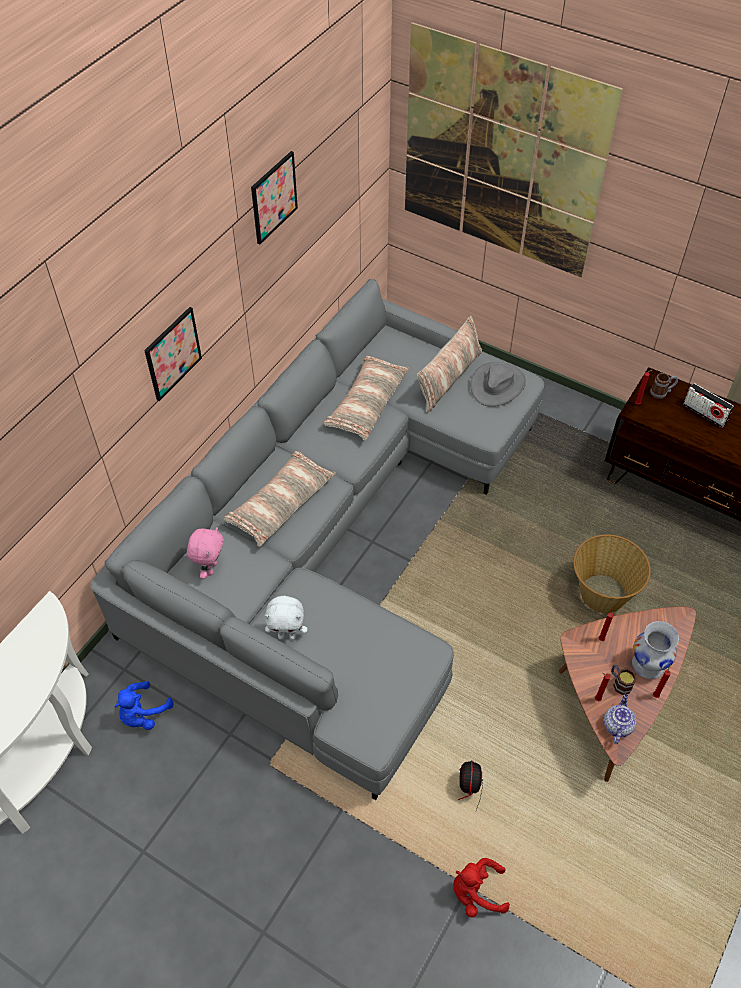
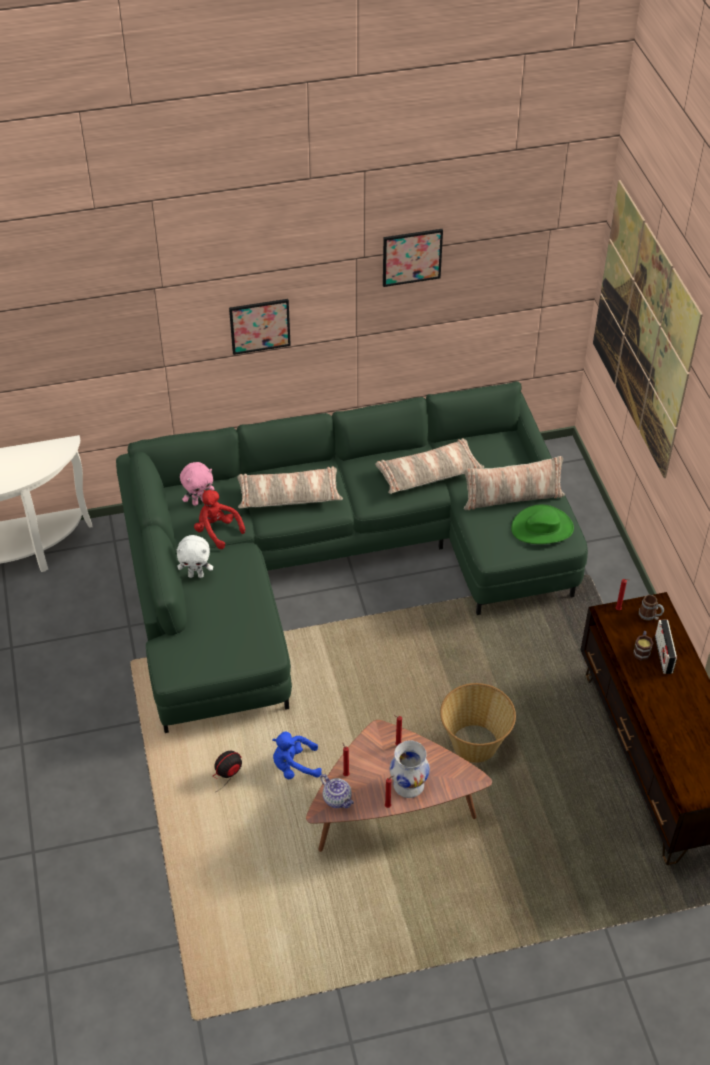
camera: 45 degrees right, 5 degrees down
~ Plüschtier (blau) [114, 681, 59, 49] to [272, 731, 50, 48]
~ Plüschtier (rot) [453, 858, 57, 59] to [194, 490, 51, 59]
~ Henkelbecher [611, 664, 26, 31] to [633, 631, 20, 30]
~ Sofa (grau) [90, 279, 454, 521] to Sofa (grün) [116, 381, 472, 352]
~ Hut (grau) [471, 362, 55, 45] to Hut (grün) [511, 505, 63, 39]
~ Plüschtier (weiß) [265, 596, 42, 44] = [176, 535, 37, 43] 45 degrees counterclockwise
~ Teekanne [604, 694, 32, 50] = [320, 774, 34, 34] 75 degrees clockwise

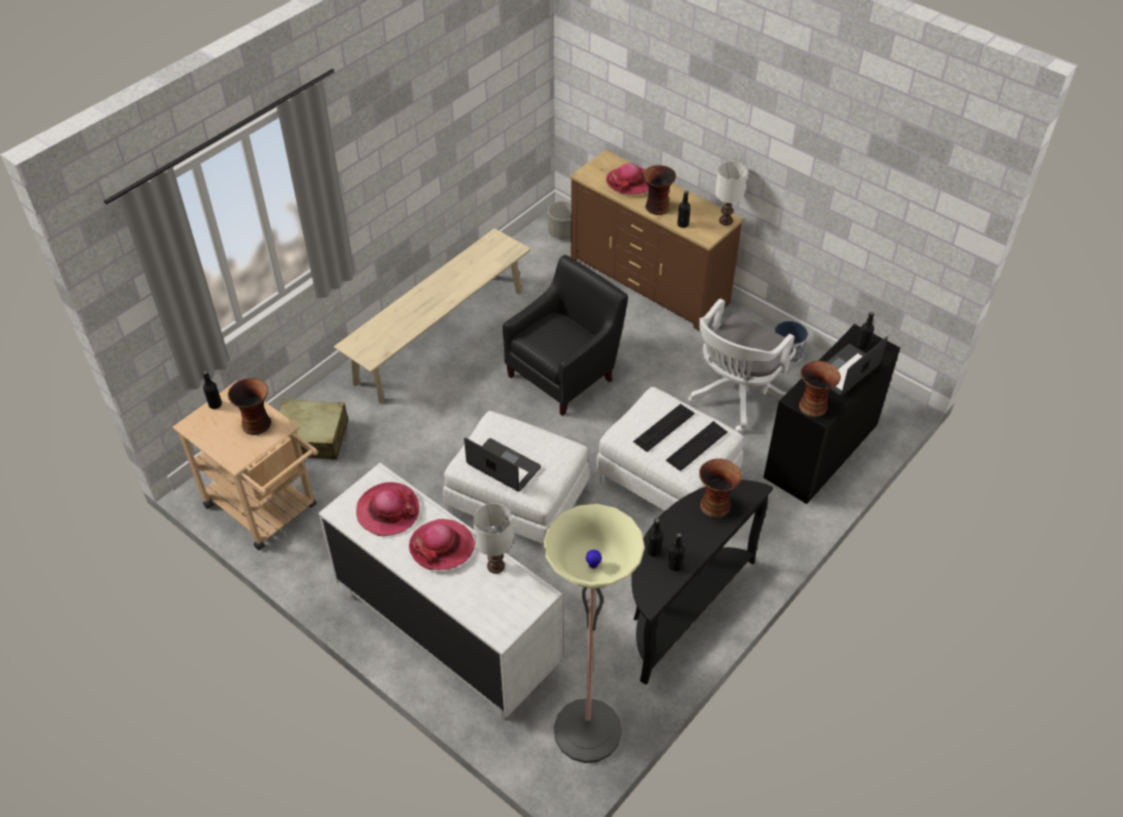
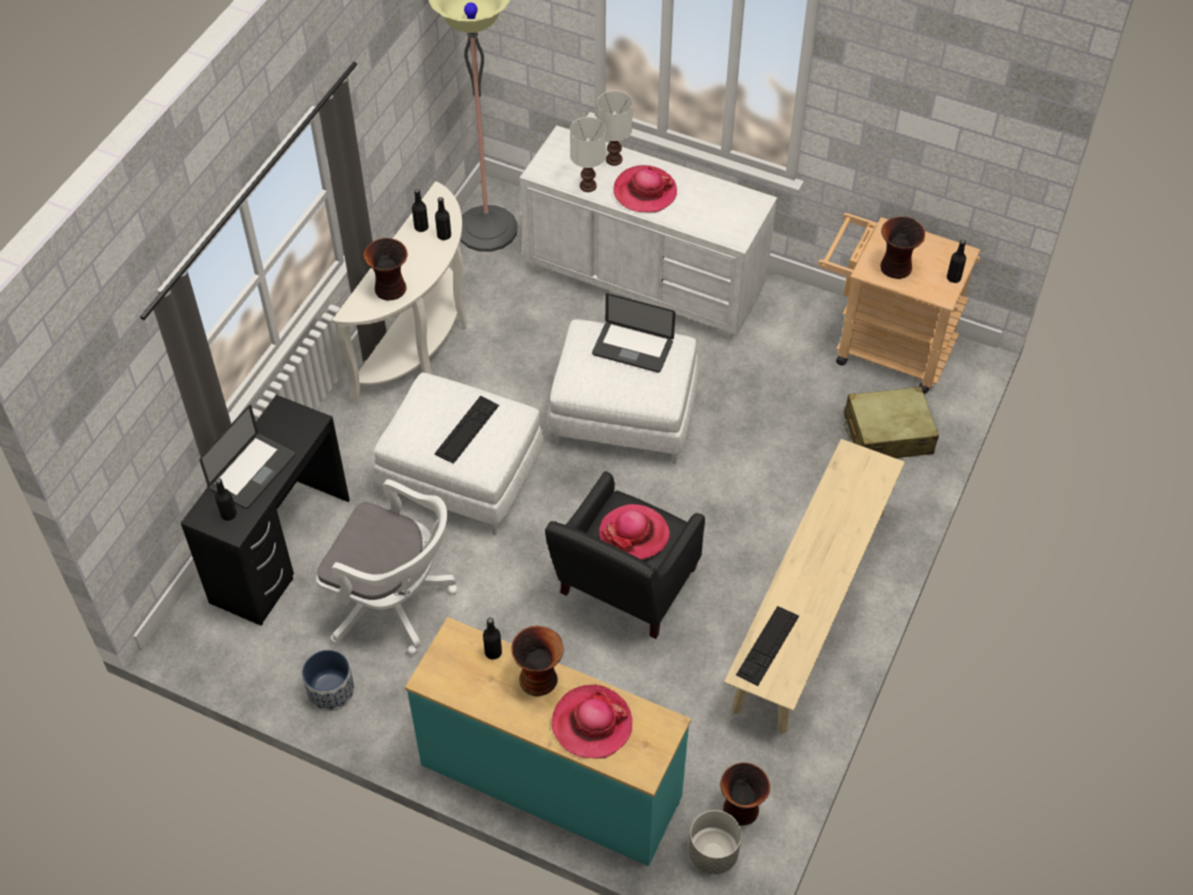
camera: 165 degrees right, 5 degrees up
~ Hut [356, 482, 64, 55] to [599, 504, 71, 55]
~ Tastatur [666, 421, 61, 50] to [736, 606, 63, 80]
~ Tischlampe (weiß) [715, 162, 32, 63] to [597, 91, 36, 75]
~ Vase [799, 361, 42, 56] to [720, 763, 50, 63]
~ Kommode (braun) [570, 150, 173, 181] to Kommode (türkis) [405, 617, 286, 249]
~ Konsolentisch (schwarz) [631, 480, 142, 205] to Konsolentisch (weiß) [332, 181, 135, 223]
~ Bürostuhl (weiß) [688, 298, 108, 135] = [316, 479, 142, 176] 90 degrees clockwise

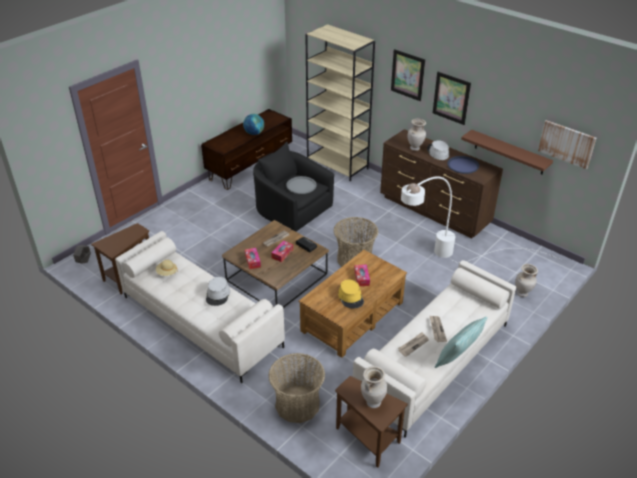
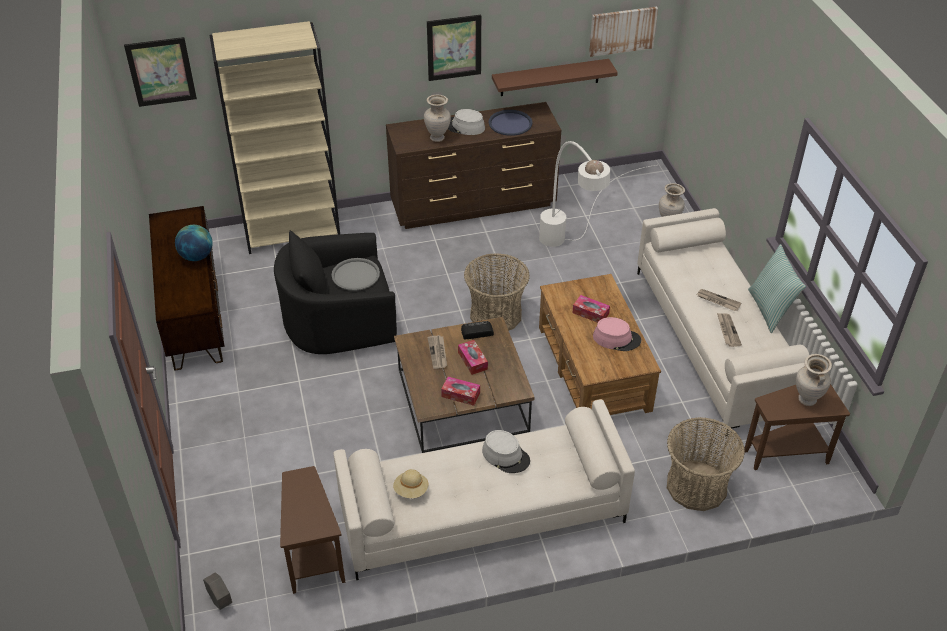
camera: 55 degrees left, 5 degrees up
~ Bild [391, 49, 34, 52] to [124, 37, 73, 70]
~ Hut (gelb) [338, 279, 26, 30] to Hut (rosa) [593, 317, 48, 34]

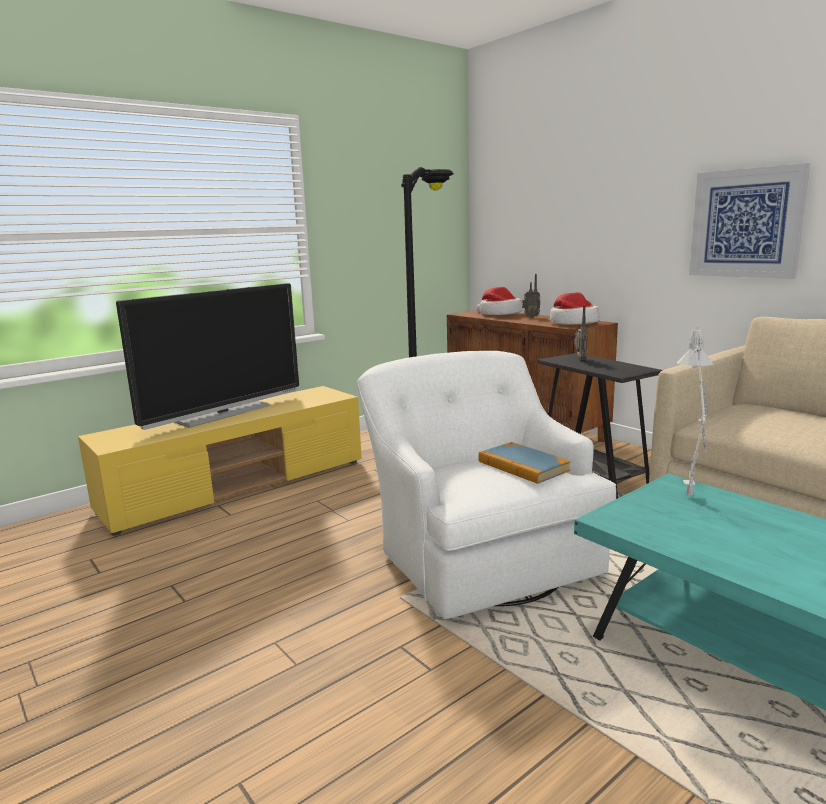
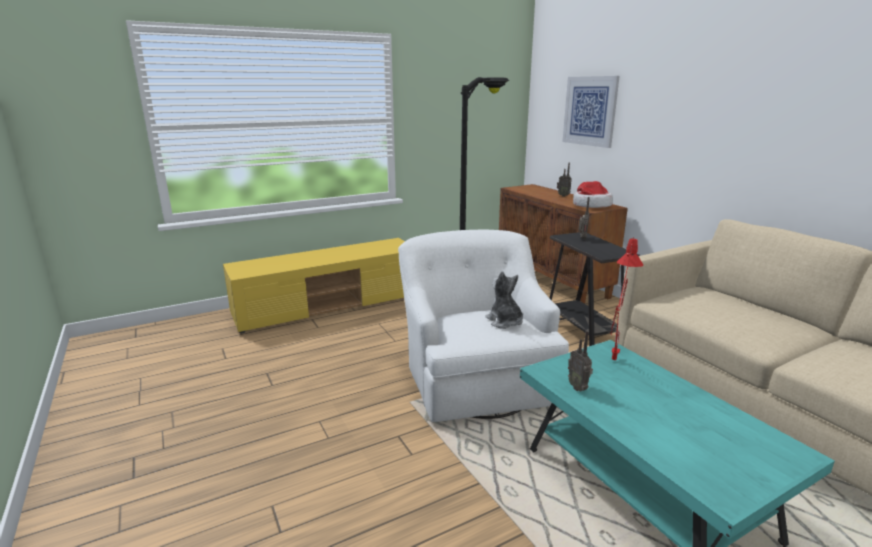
camera: 10 degrees right, 5 degrees up
- Fernseher [116, 283, 183, 147]
- Hut [477, 287, 46, 28]
+ Radio [568, 331, 25, 61]
~ Bild [689, 163, 122, 116] to [562, 76, 58, 72]
~ Buch [478, 442, 93, 42] to Plüschtier [486, 271, 37, 58]
~ Tischlampe (grau) [676, 327, 37, 169] to Tischlampe (rot) [610, 238, 33, 122]

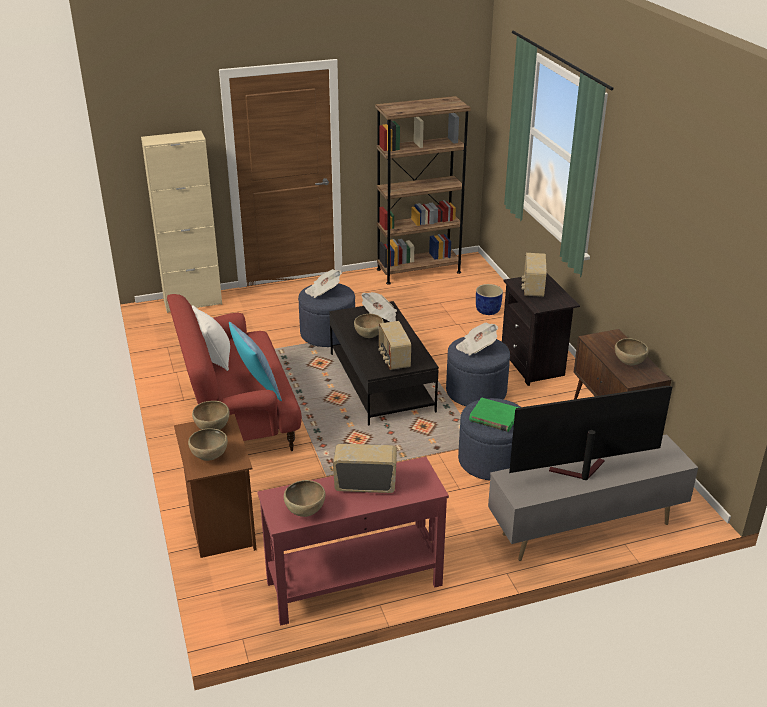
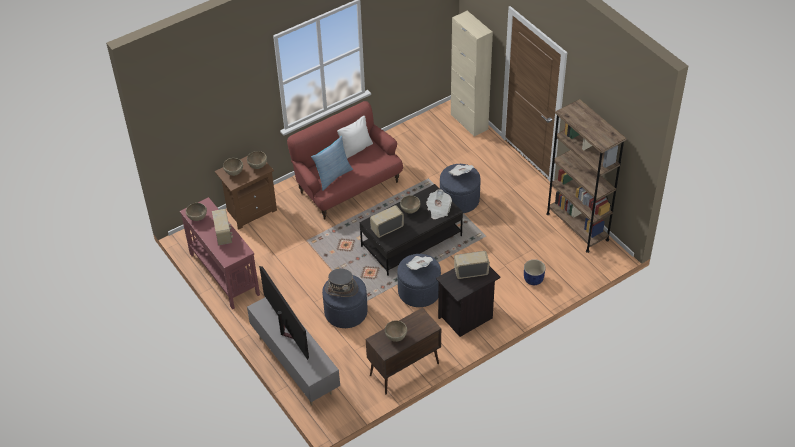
camera: 75 degrees right, 15 degrees up
~ Buch (grün) [469, 398, 50, 34] to Hut (grau) [325, 269, 33, 28]

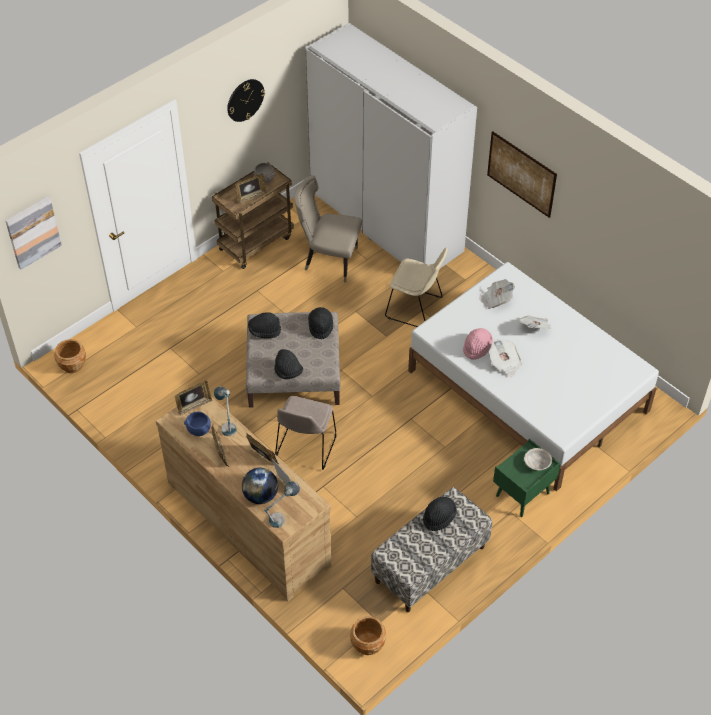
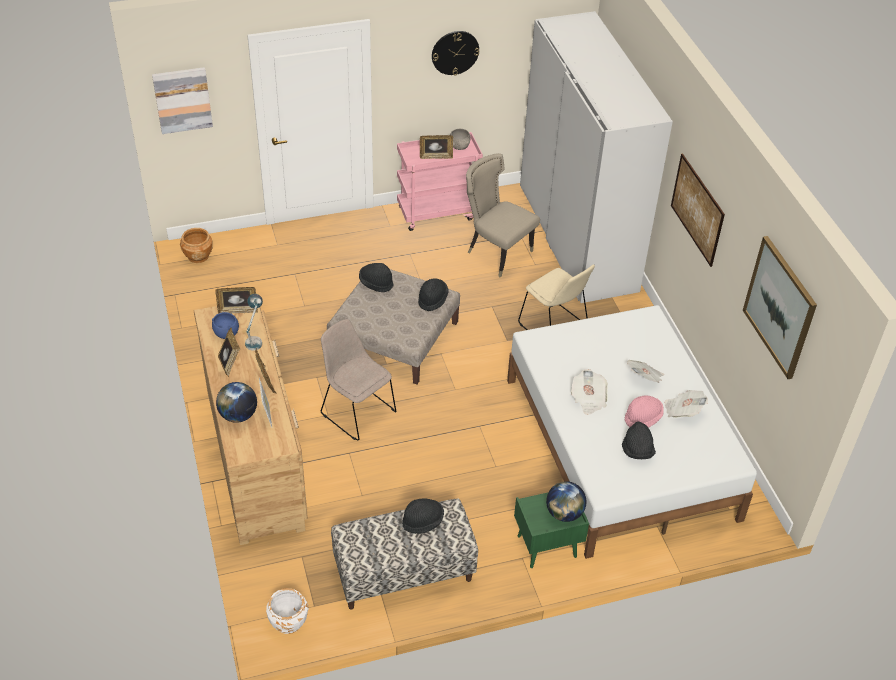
camera: 25 degrees right, 5 degrees down
- Tischlampe [264, 481, 36, 47]
+ Bild [743, 236, 74, 143]
~ Hut (schwarz) [275, 349, 28, 30] to [622, 421, 34, 38]
~ Hut (rosa) [463, 328, 30, 32] to [624, 395, 40, 33]
~ Zeitung [479, 279, 36, 30] to [664, 390, 44, 28]
~ Schüssel (beige) [524, 448, 28, 22] to Globus [546, 481, 40, 41]
~ Rollwagen (braun) [212, 162, 82, 107] to Rollwagen (rosa) [397, 132, 86, 99]
~ Pflanzkübel (braun) [350, 616, 36, 39] to Pflanzkübel (weiß) [266, 588, 43, 46]
~ Stuhl (beige) [275, 396, 61, 74] = [321, 319, 75, 121] 90 degrees clockwise

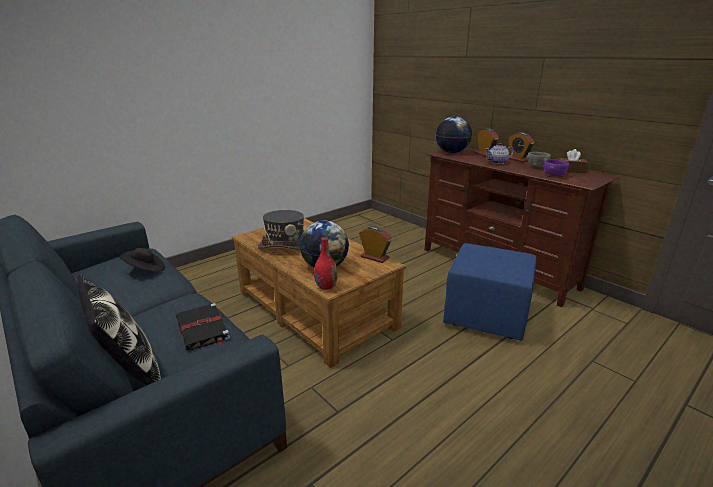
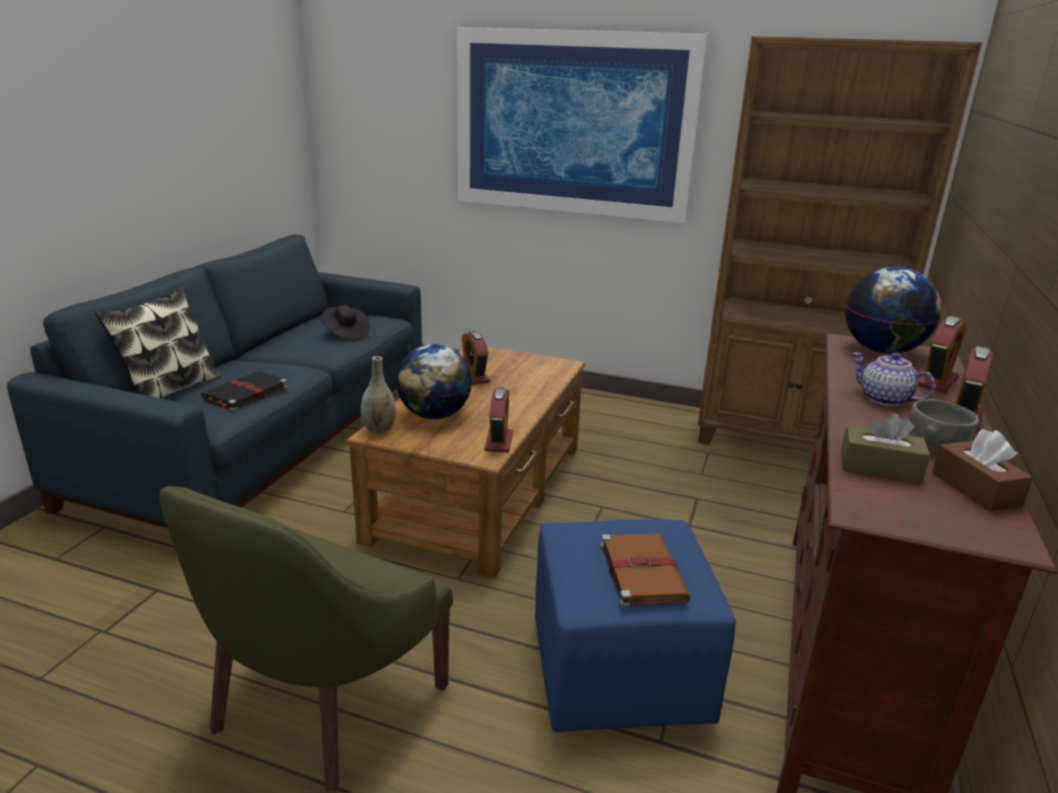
camera: 60 degrees right, 0 degrees up
+ Sessel (grün) [160, 486, 293, 306]
+ Bild [457, 27, 252, 196]
+ Buch (braun) [600, 533, 91, 74]
+ Bücherregal (braun) [698, 36, 284, 410]
~ Hut (grau) [258, 210, 46, 40] to Wecker [462, 331, 28, 54]
~ Schüssel (lila) [544, 159, 25, 17] to Taschentuchbox (braun) [841, 413, 89, 71]
~ Vase (rot) [314, 237, 24, 53] to Vase (grau) [360, 356, 36, 78]

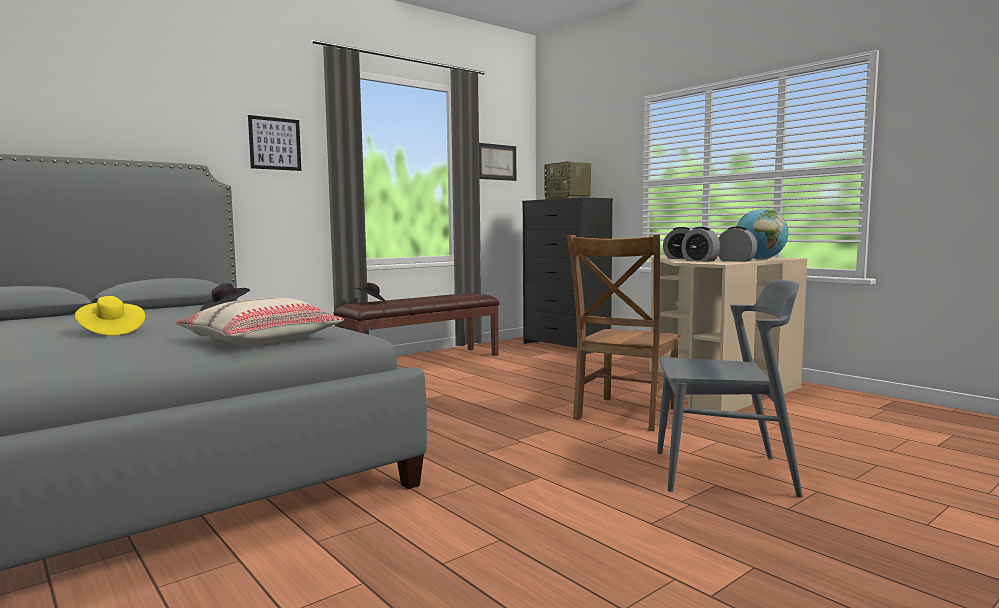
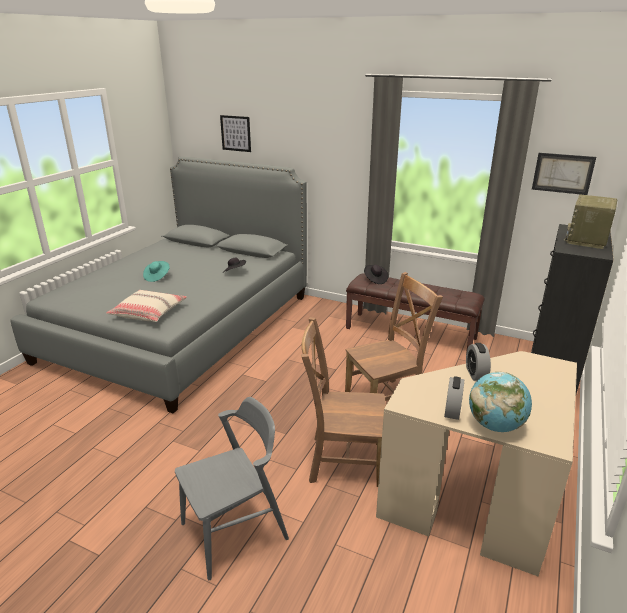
camera: 65 degrees right, 20 degrees up
- Wecker [681, 227, 39, 35]
+ Stuhl (braun) [345, 272, 98, 129]
~ Bild [248, 115, 53, 56] to [220, 115, 31, 37]
~ Hut (gelb) [75, 296, 70, 40] to Hut (türkis) [143, 261, 27, 21]
~ Stuhl (grau) [657, 279, 146, 219] = [175, 397, 114, 183] 105 degrees counterclockwise

